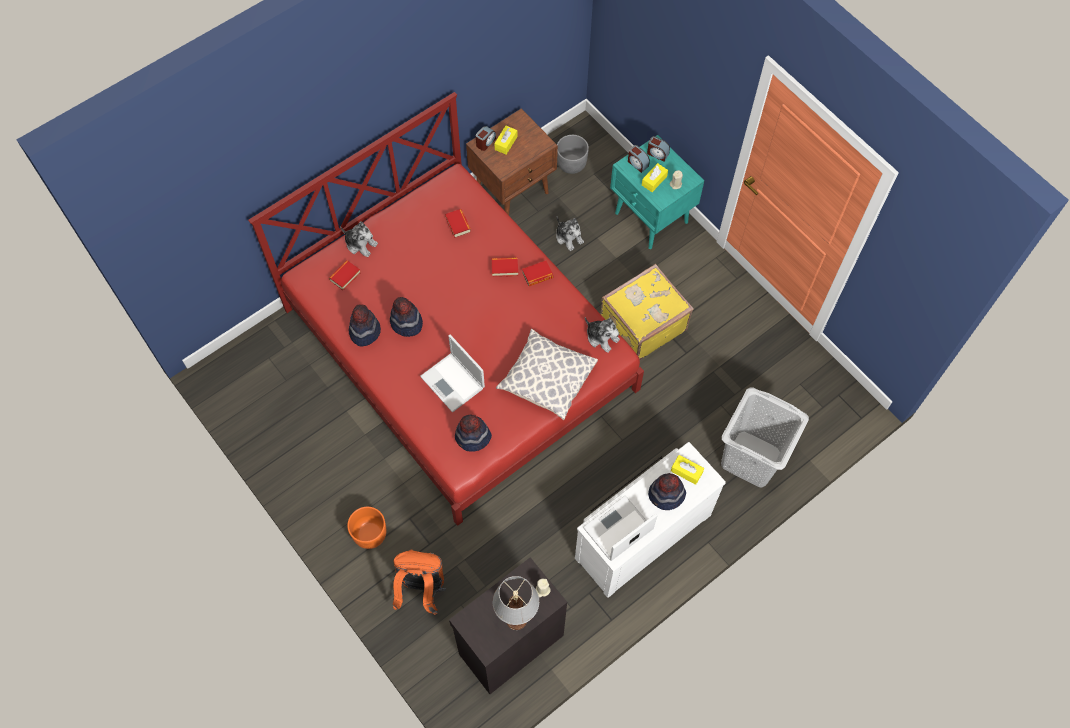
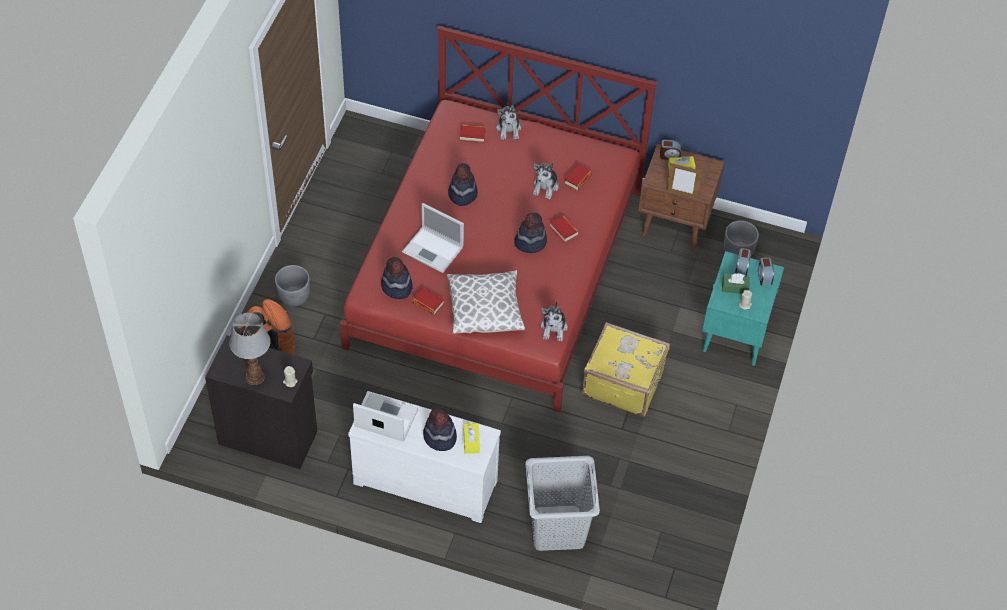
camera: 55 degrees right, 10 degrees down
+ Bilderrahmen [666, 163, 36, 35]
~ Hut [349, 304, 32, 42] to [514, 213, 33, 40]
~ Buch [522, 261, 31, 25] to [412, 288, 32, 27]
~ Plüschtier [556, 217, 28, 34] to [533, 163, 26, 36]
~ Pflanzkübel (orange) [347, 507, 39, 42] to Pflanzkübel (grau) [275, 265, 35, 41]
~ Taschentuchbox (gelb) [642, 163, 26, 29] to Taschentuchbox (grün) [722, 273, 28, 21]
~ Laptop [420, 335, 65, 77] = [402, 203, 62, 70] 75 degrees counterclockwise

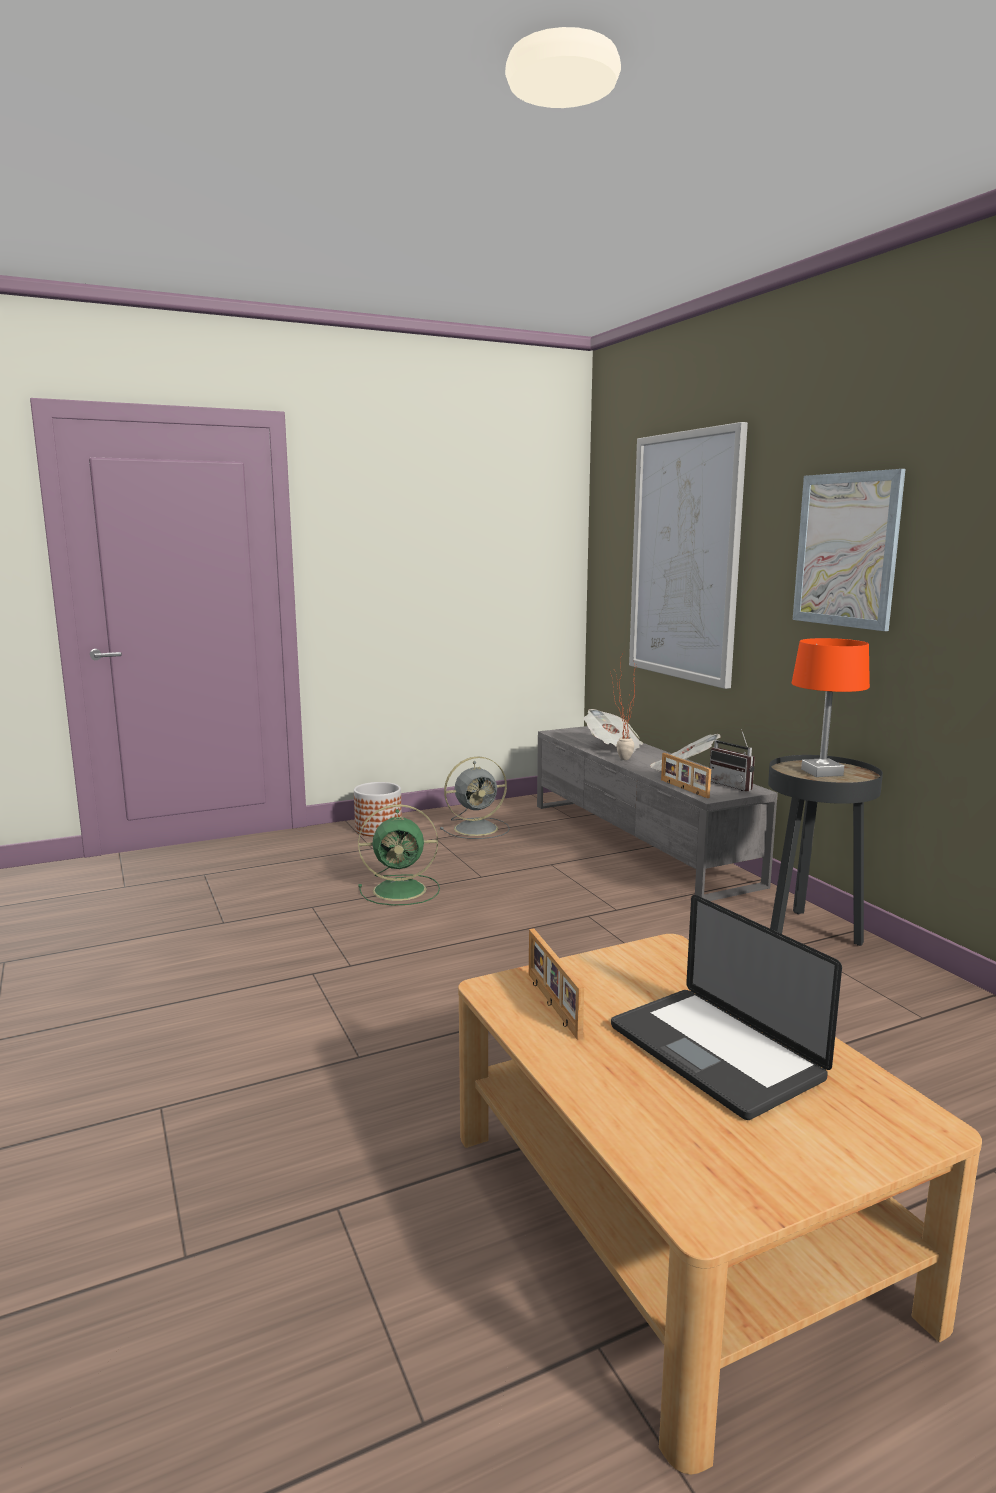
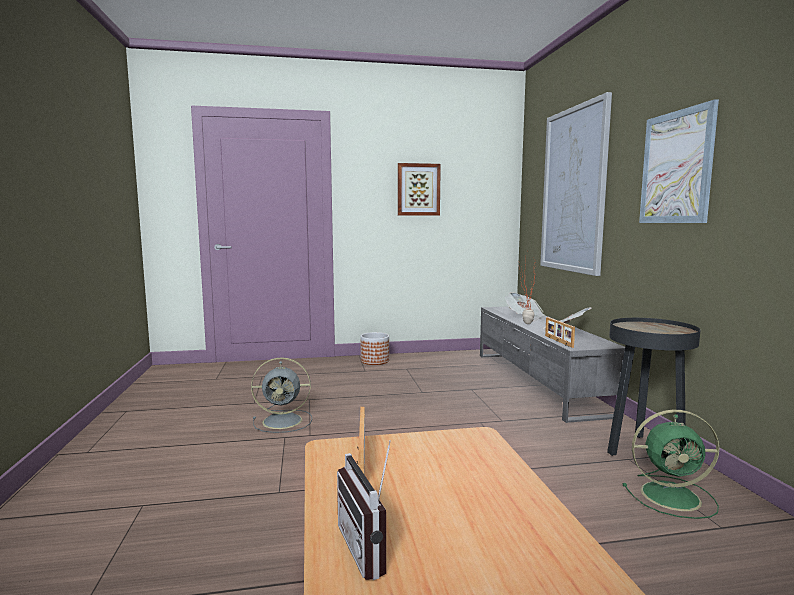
camera: 15 degrees right, 5 degrees down
- Laptop [611, 895, 231, 225]
- Tischlampe (orange) [792, 638, 78, 139]
+ Bild [398, 163, 43, 53]
~ Ventilator (grün) [358, 804, 82, 101] to [622, 410, 97, 109]
~ Ventilator (grau) [440, 756, 70, 83] to [251, 357, 61, 76]
~ Radio [710, 729, 45, 62] to [337, 440, 54, 140]

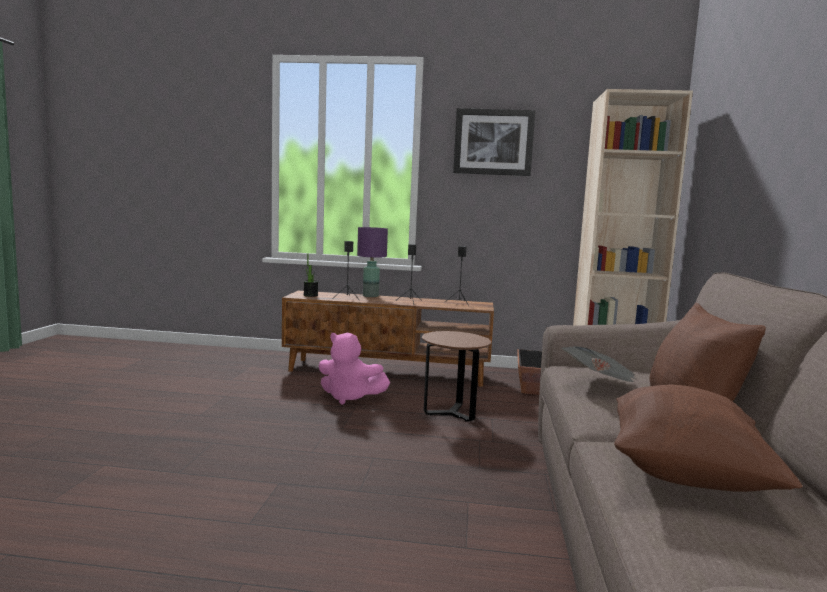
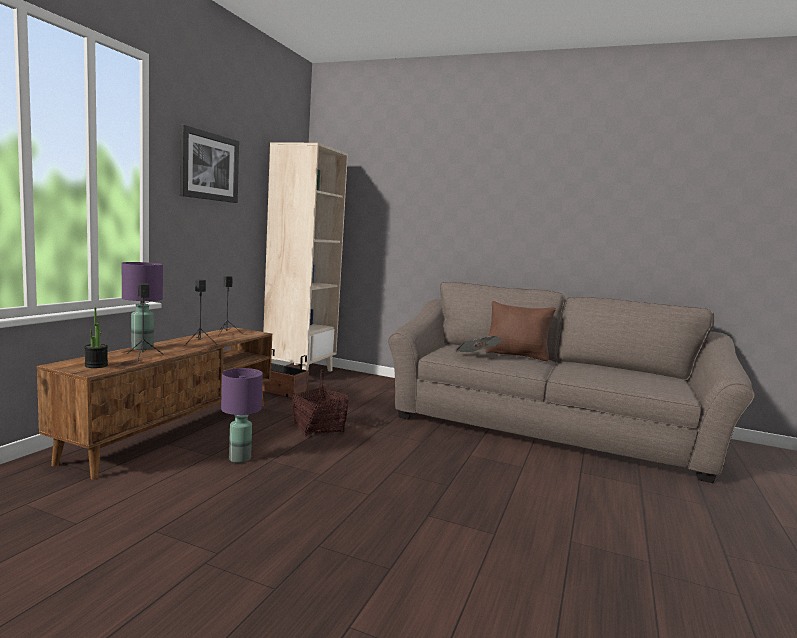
camera: 75 degrees left, 0 degrees up
- Kissen (braun) [614, 385, 189, 107]
~ Plüschtier (rosa) [318, 333, 72, 72] to Tischlampe (lila) [221, 368, 42, 95]
~ Beistelltisch (braun) [422, 331, 69, 91] to Korb [292, 369, 57, 68]

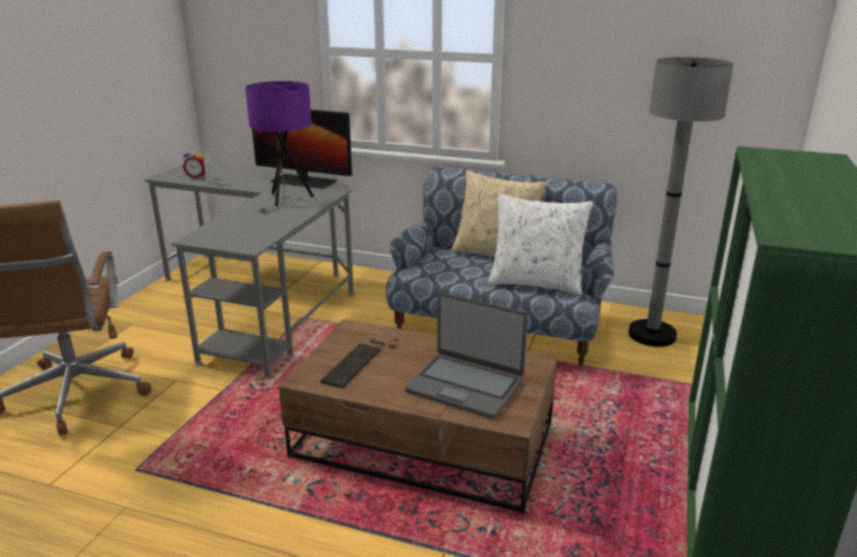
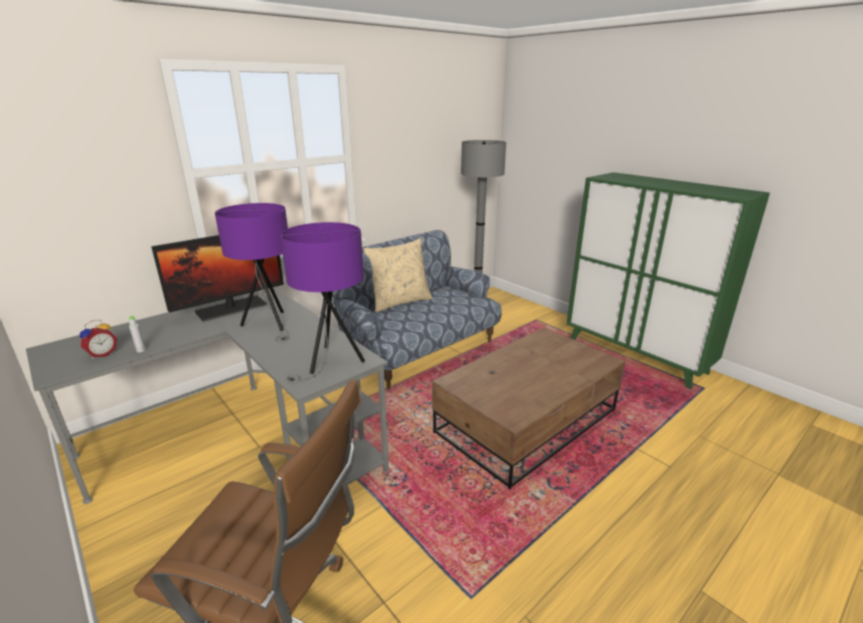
camera: 60 degrees left, 0 degrees up
- Tastatur [320, 339, 78, 50]
- Laptop [405, 292, 123, 127]
- Kissen (weiß) [488, 194, 105, 102]
+ Tischlampe (lila) [280, 222, 85, 161]

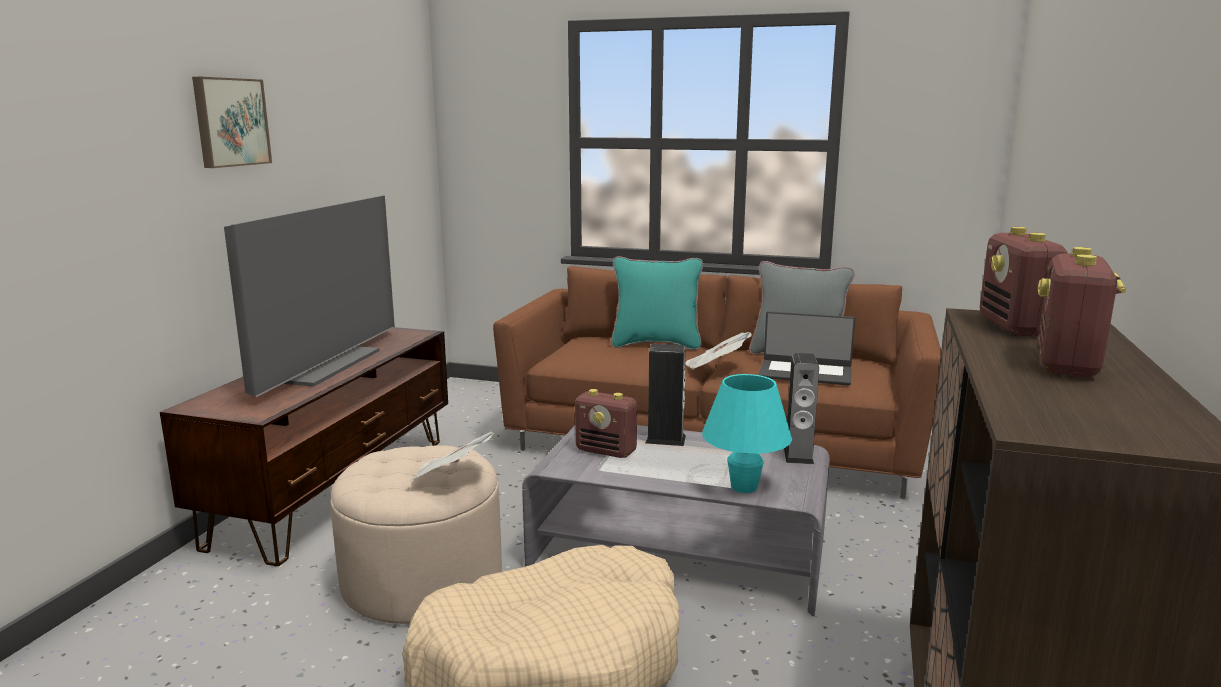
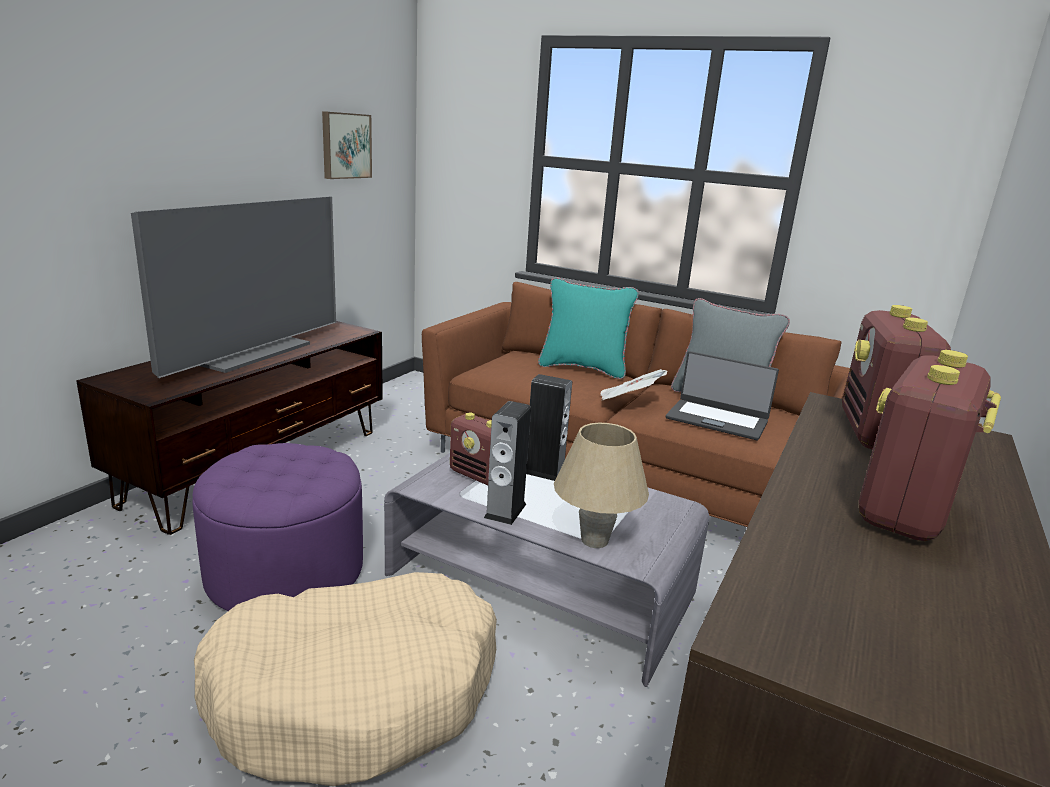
camera: 10 degrees right, 5 degrees up
- Zeitung [410, 431, 84, 50]
~ Bild [192, 77, 80, 91] to [322, 111, 50, 68]
~ Lautsprecher [784, 353, 35, 111] to [484, 401, 47, 124]
~ Polsterhocker (beige) [330, 445, 172, 179] to Polsterhocker (lila) [192, 443, 171, 168]
~ Tischlampe (türkis) [702, 374, 90, 119] to Tischlampe (beige) [554, 423, 95, 125]

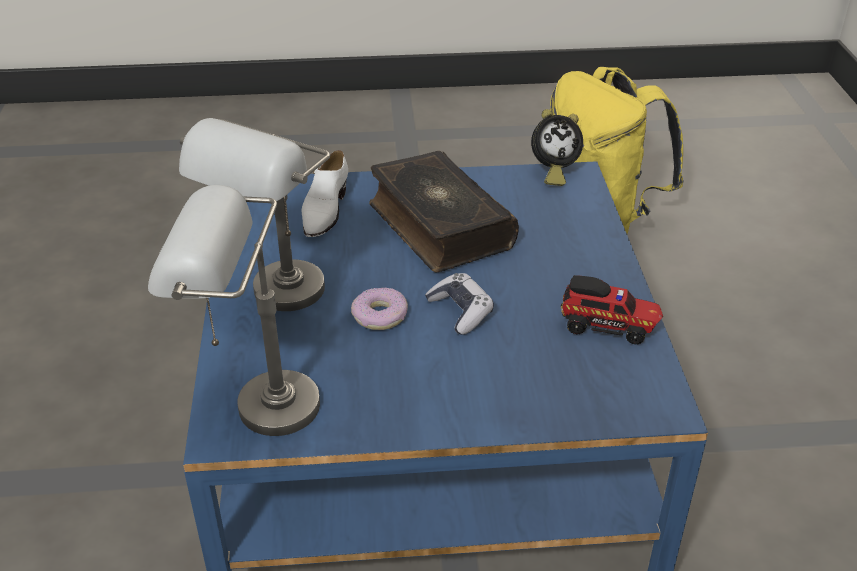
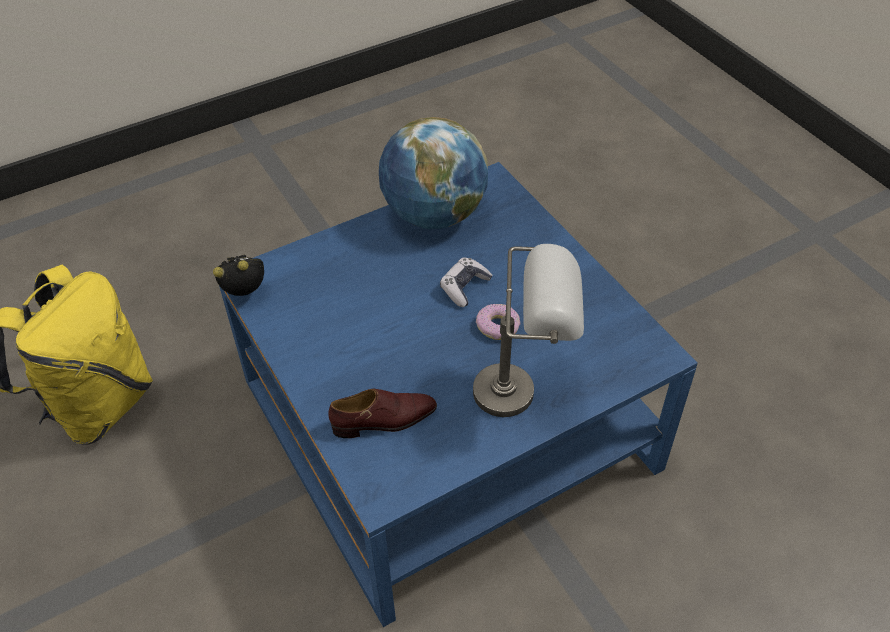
camera: 115 degrees left, 10 degrees up
- Tischlampe (grau) [148, 185, 172, 251]
- Buch [369, 151, 150, 121]
~ Spielzeuglaster [561, 275, 102, 70] to Globus [379, 117, 109, 112]
~ Schuh (weiß) [302, 150, 46, 87] to Schuh (braun) [328, 389, 109, 49]
~ Wecker [531, 109, 52, 77] = [213, 254, 51, 42] 60 degrees counterclockwise

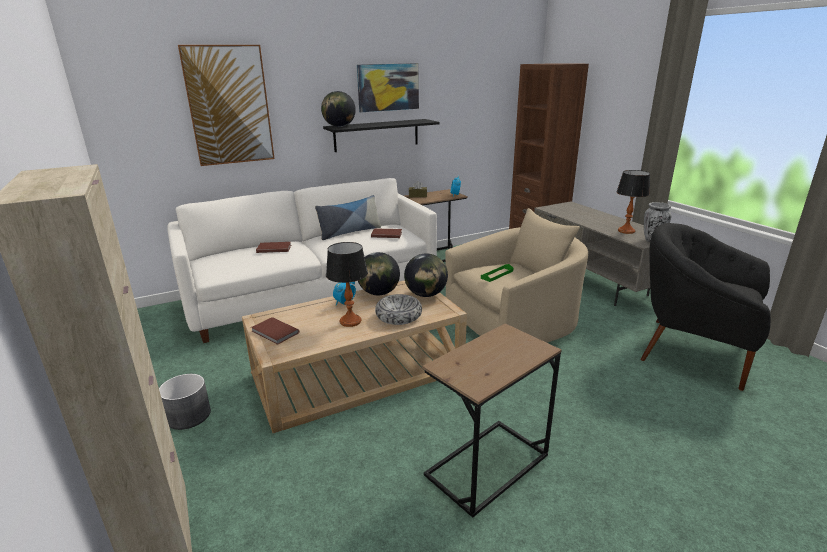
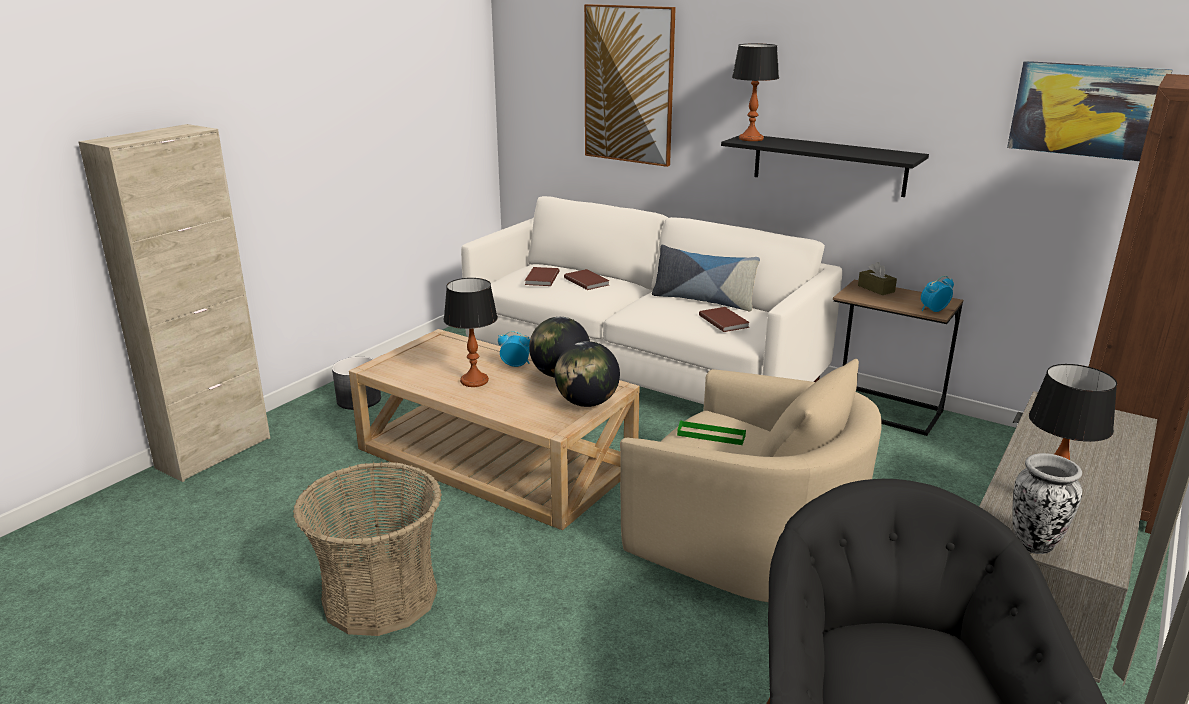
camera: 60 degrees right, 0 degrees up
- Schüssel [375, 294, 47, 31]
~ Buch (braun) [251, 317, 48, 28] to [525, 267, 34, 19]
~ Bild [357, 63, 62, 49] to [1007, 61, 166, 100]
~ Globus [321, 91, 35, 36] to Tischlampe [732, 43, 47, 98]
~ Beistelltisch (braun) [422, 323, 140, 195] to Korb [293, 462, 149, 174]

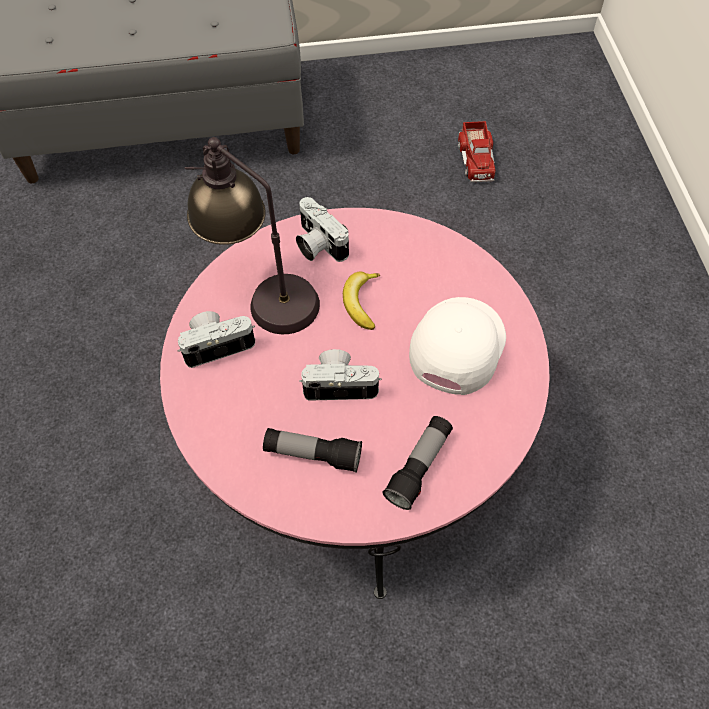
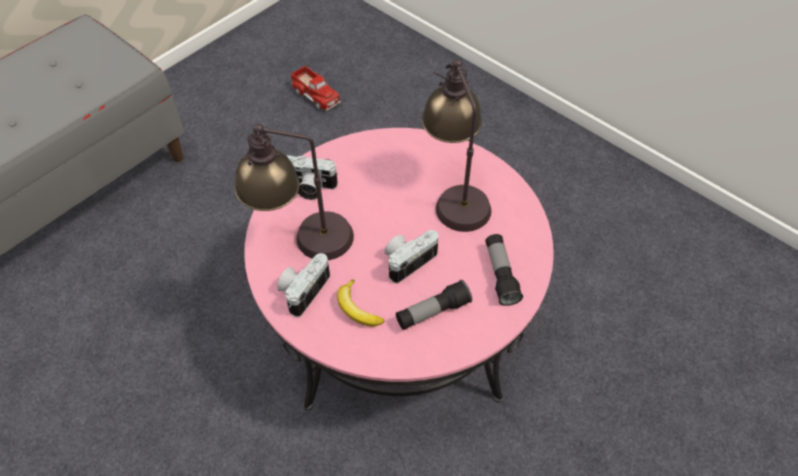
camera: 40 degrees left, 5 degrees down
~ Banane [343, 272, 37, 58] to [337, 279, 47, 48]
~ Kappe (weiß) [409, 297, 97, 98] to Tischlampe [422, 59, 69, 173]

